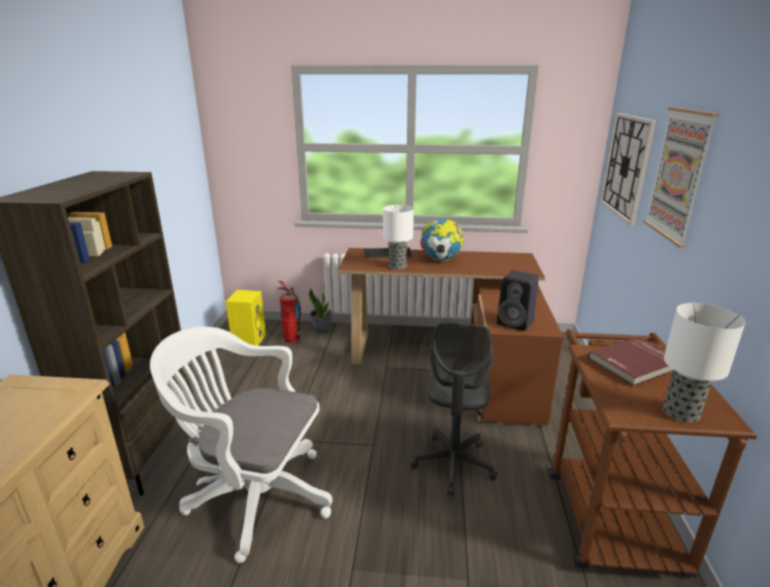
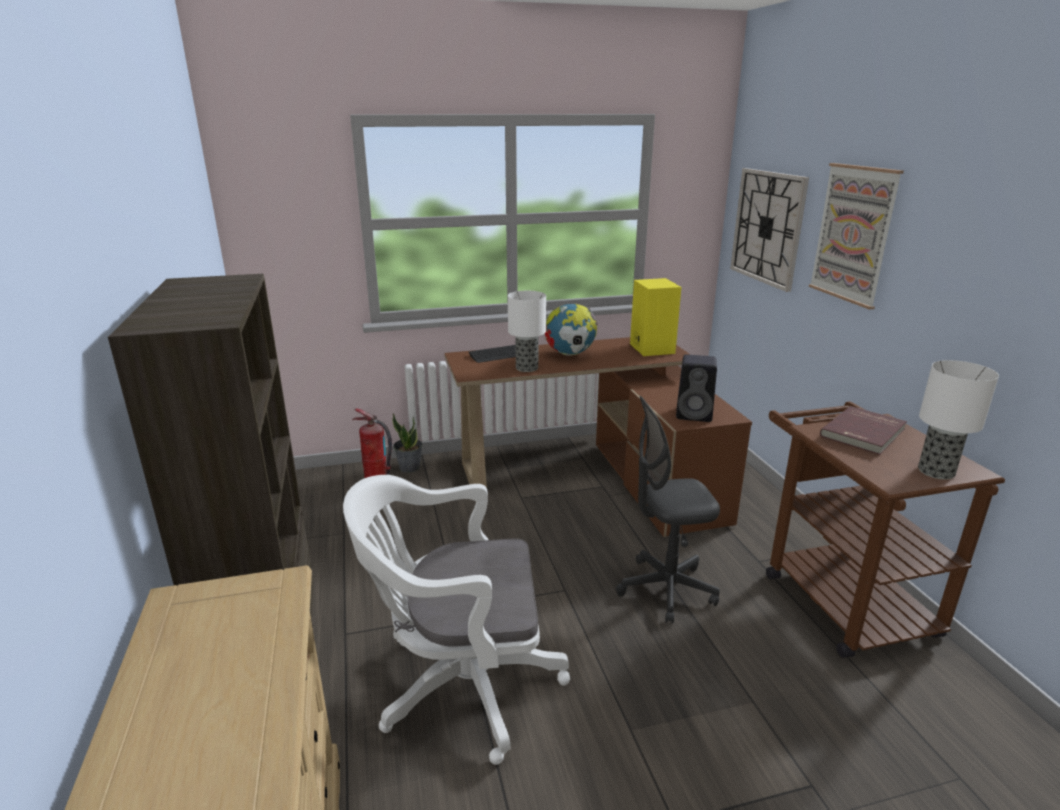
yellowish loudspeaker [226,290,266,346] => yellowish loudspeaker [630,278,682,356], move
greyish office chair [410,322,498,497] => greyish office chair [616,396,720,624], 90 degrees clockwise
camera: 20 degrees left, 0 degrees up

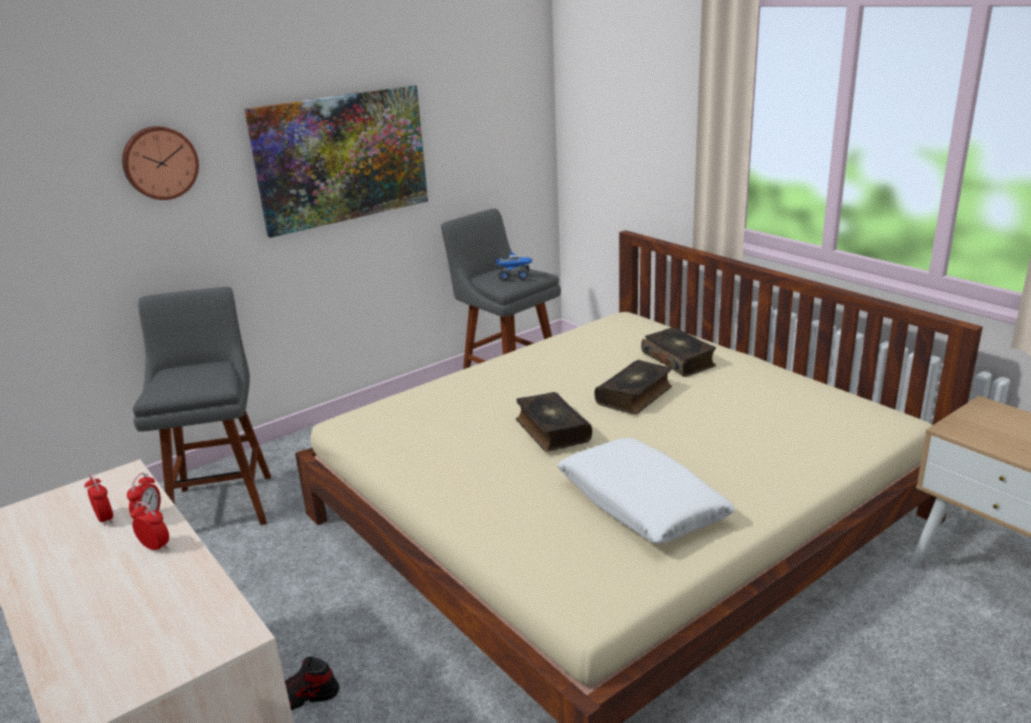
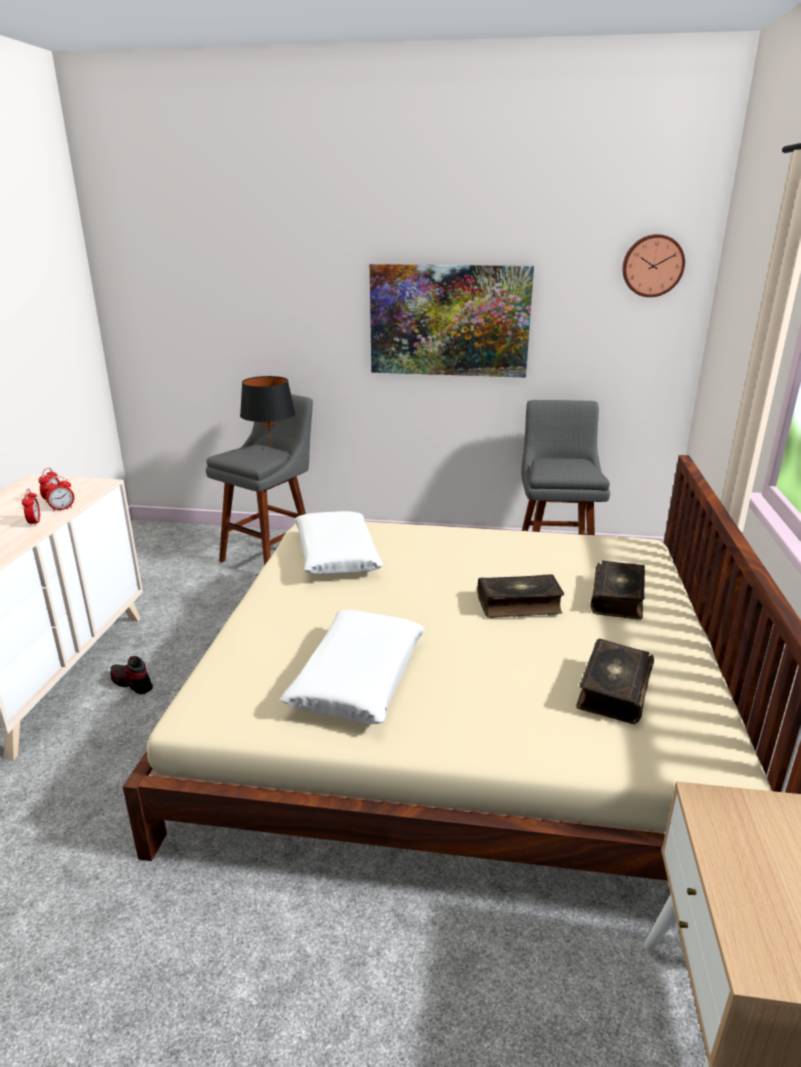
wall clock [122,126,199,200] => wall clock [622,234,685,297], move
model truck [495,251,533,281] => nothing
volume [516,392,592,452] => volume [576,639,654,724], move
nothing => black-coloured tabletop lamp [240,376,295,449]
nothing => white cushion [294,511,383,575]
camera: 45 degrees right, 0 degrees up

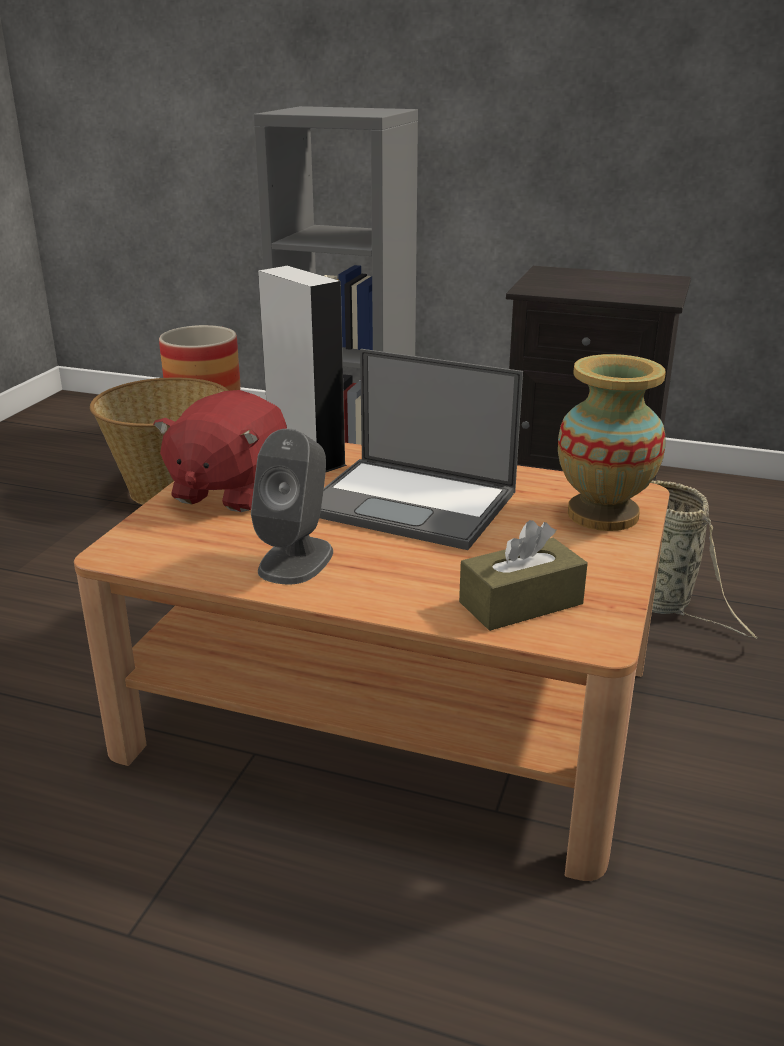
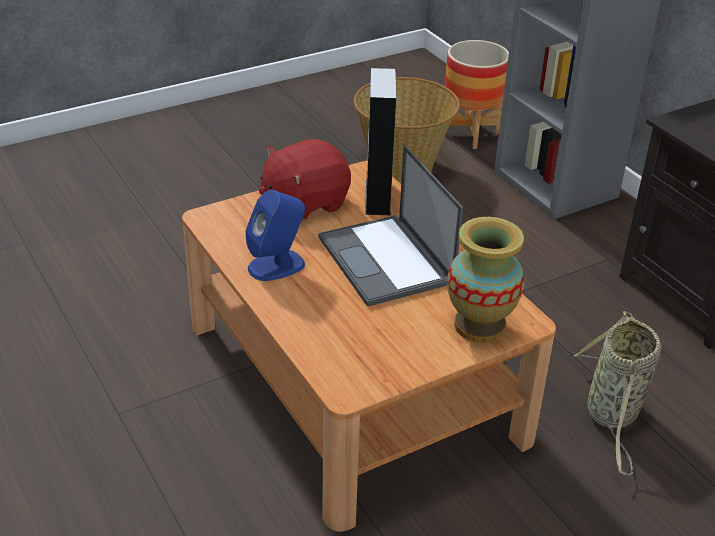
greyish loudspeaker [251,429,333,585] => blue loudspeaker [245,190,305,281]
brown-coloured tissue holder [459,520,588,631] => nothing
camera: 40 degrees right, 10 degrees up

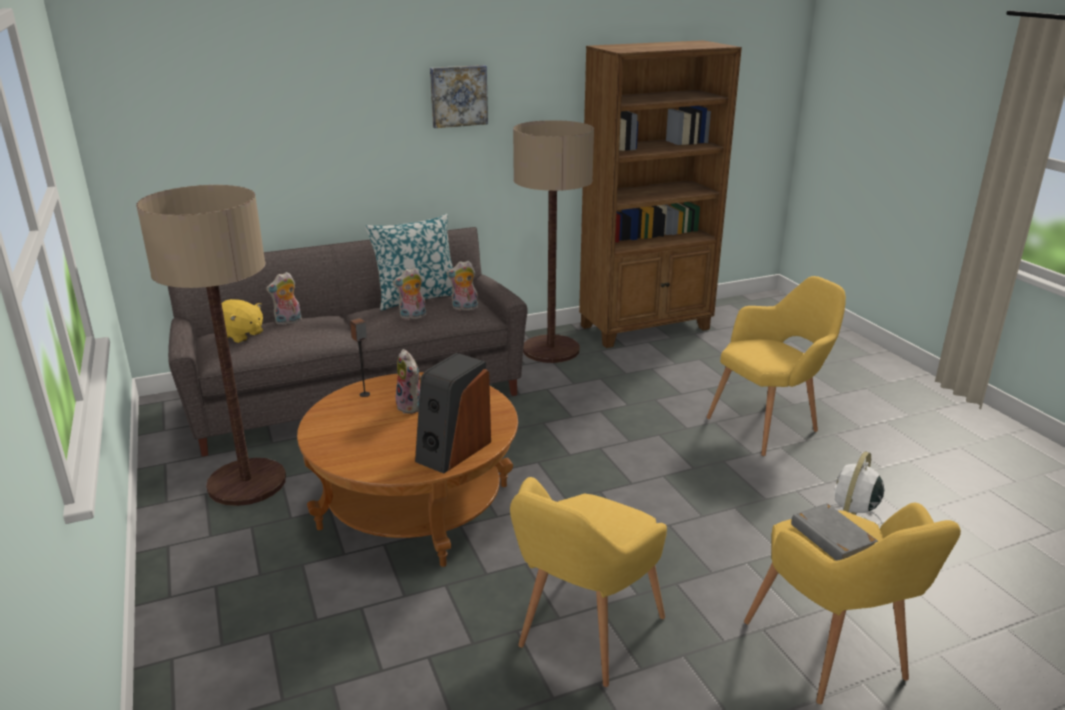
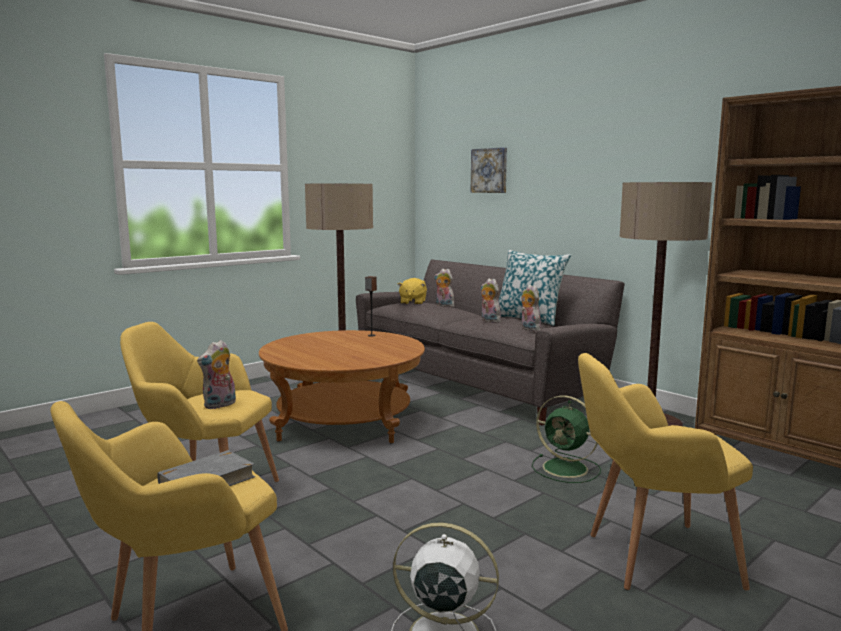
soft toy [396,349,422,414] => soft toy [197,340,236,409], move
loudspeaker [415,353,491,473] => nothing
picture [430,65,488,128] => picture [471,147,507,193], move
yellowish lounge chair [707,276,846,456] => yellowish lounge chair [578,353,753,591], 135 degrees clockwise
nothing => green-coloured cooling fan [532,396,601,483]
camera: 70 degrees right, 15 degrees down

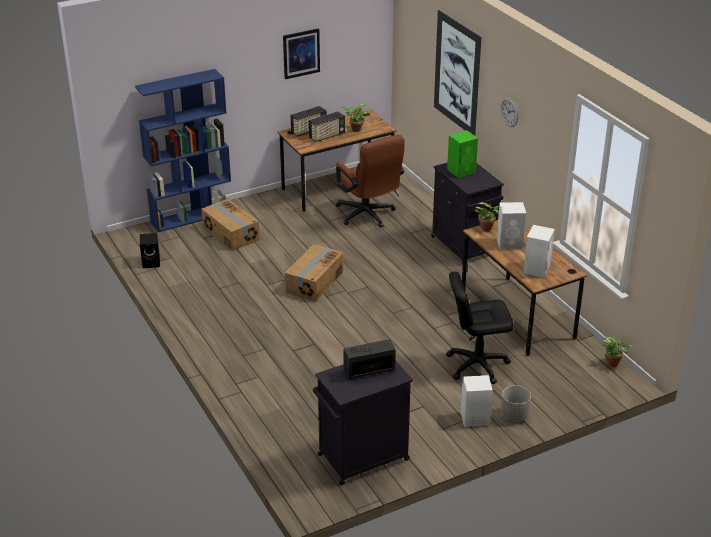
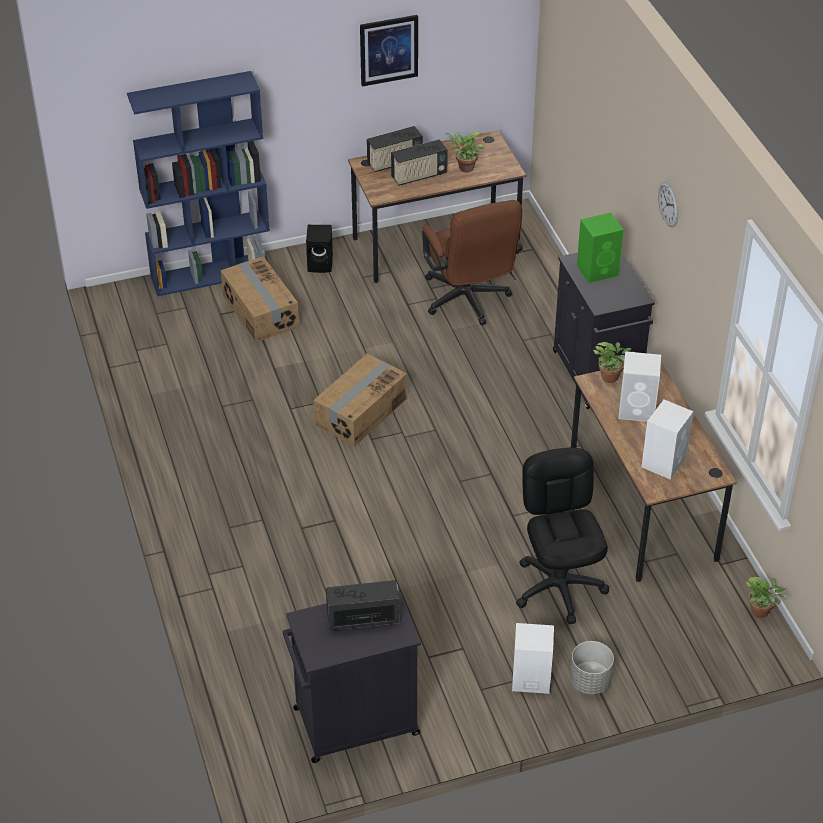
black-coloured loudspeaker [140,233,160,268] => black-coloured loudspeaker [306,225,333,273], move
picture [434,10,482,136] => nothing
black-coloured office chair [446,272,514,384] => black-coloured office chair [516,448,609,624], 75 degrees clockwise
camera: 10 degrees right, 10 degrees up

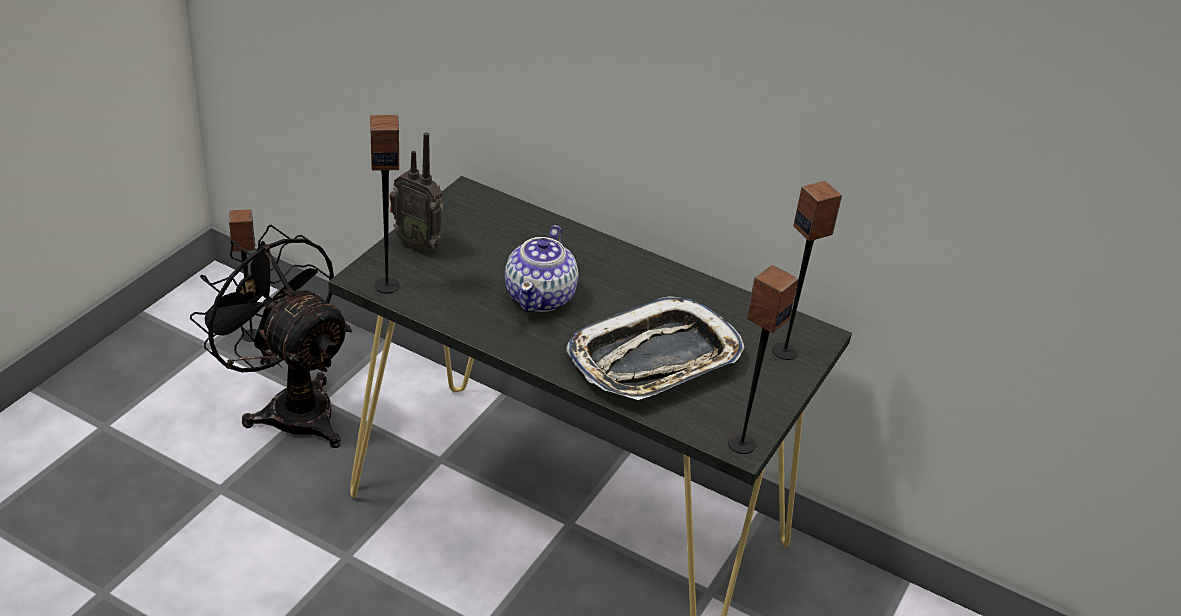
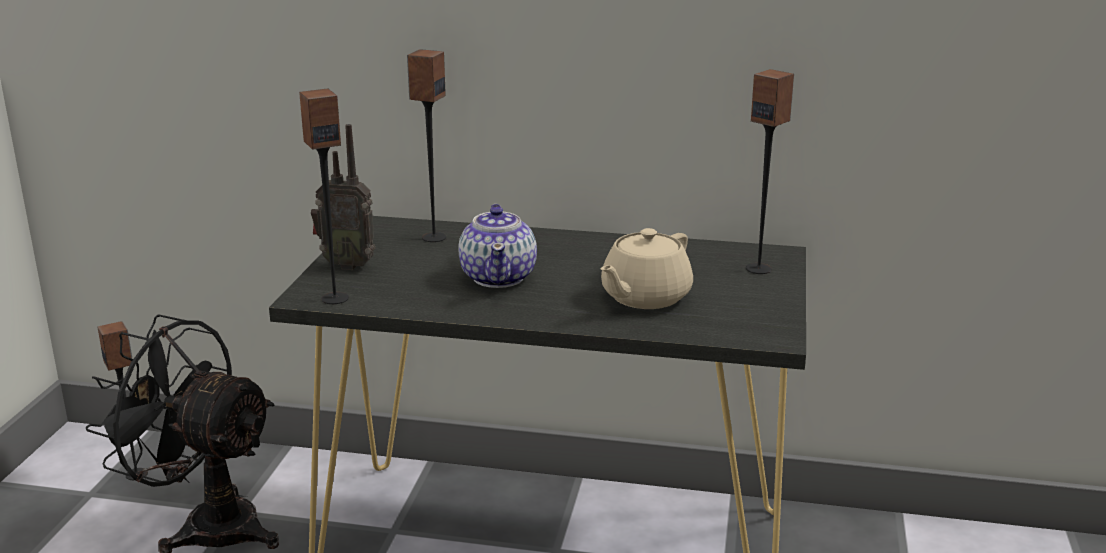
tray [566,296,744,400] => sand-coloured teapot [601,228,693,309]
loudspeaker [728,265,798,454] => loudspeaker [407,49,446,242], move
camera: 15 degrees left, 15 degrees down

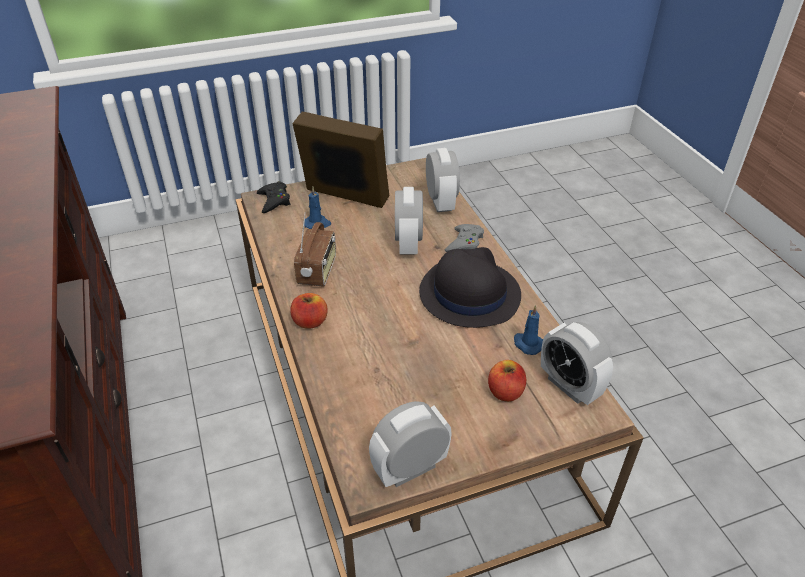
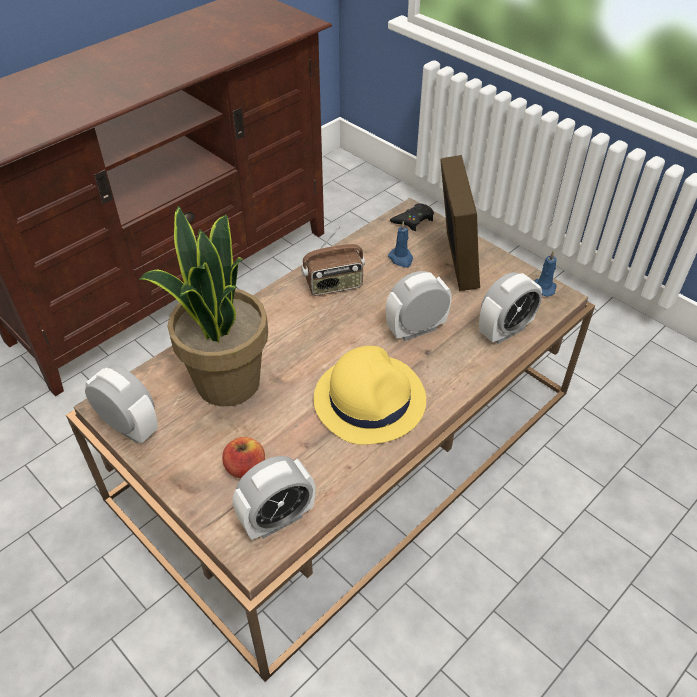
apple fruit [290,293,328,329] => nothing
black-coloured clothing hat [419,247,521,328] => yellowish clothing hat [314,346,426,445]
greyish joypad [445,224,484,252] => nothing
blue wax candle [514,305,543,355] => blue wax candle [534,250,557,297], move
bedside clock [541,322,613,405] => bedside clock [233,456,315,540], 150 degrees counterclockwise
nothing => houseplant [139,206,268,406]
camera: 65 degrees right, 5 degrees up

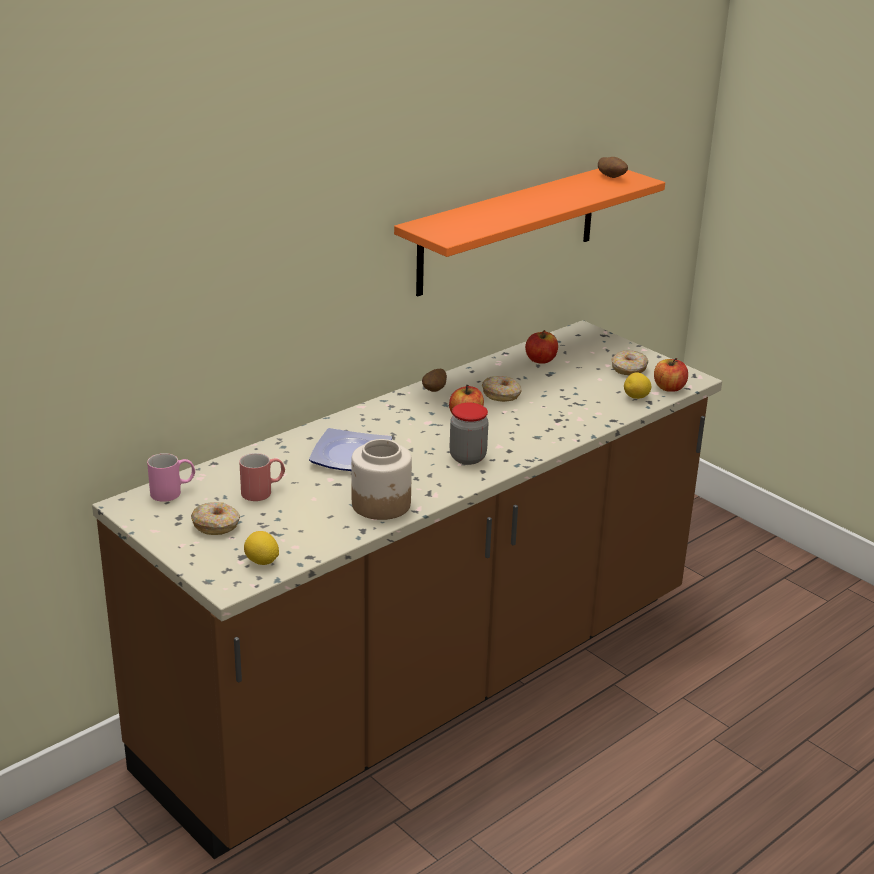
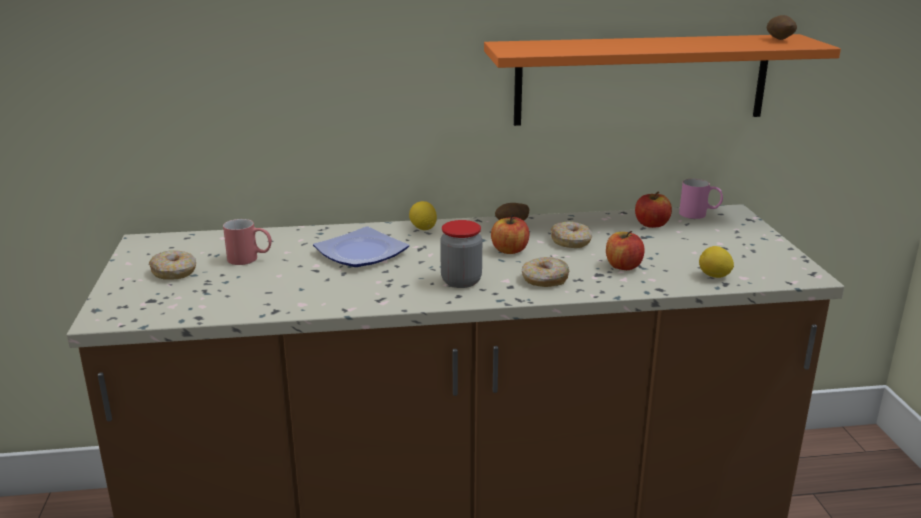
pinkish mug [147,453,195,502] => pinkish mug [679,179,723,219], move
whole lemon [244,531,279,565] => whole lemon [409,201,437,230], move
storage jar [351,439,412,520] => nothing
donut [611,350,648,375] => donut [522,257,569,287], move
apple fruit [654,358,688,392] => apple fruit [606,231,645,270], move
camera: 35 degrees right, 5 degrees down

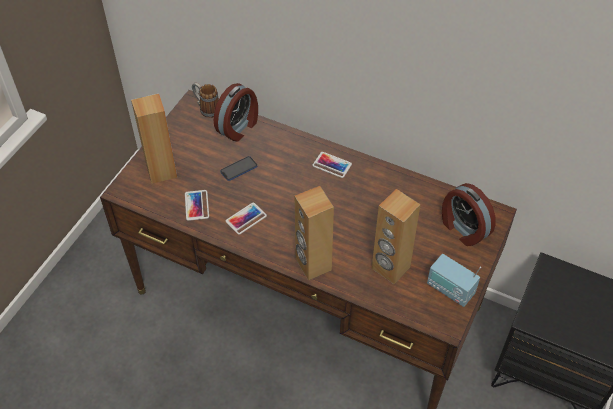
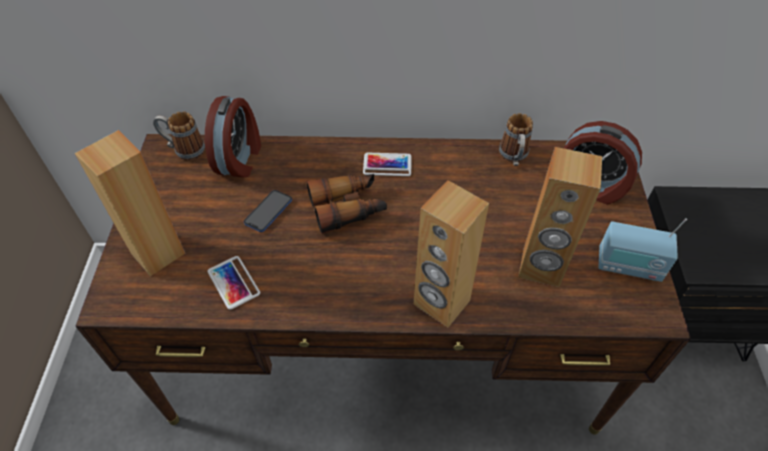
phone [226,203,267,235] => nothing
nothing => field glasses [306,174,387,234]
nothing => mug [499,113,533,166]
camera: 25 degrees left, 0 degrees up

